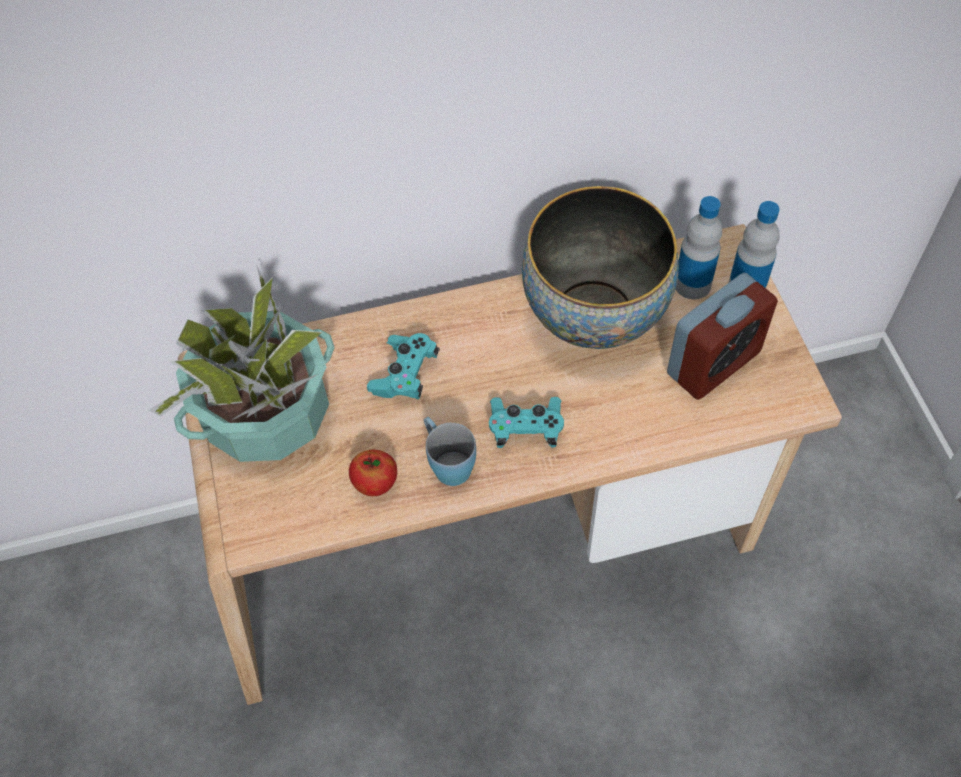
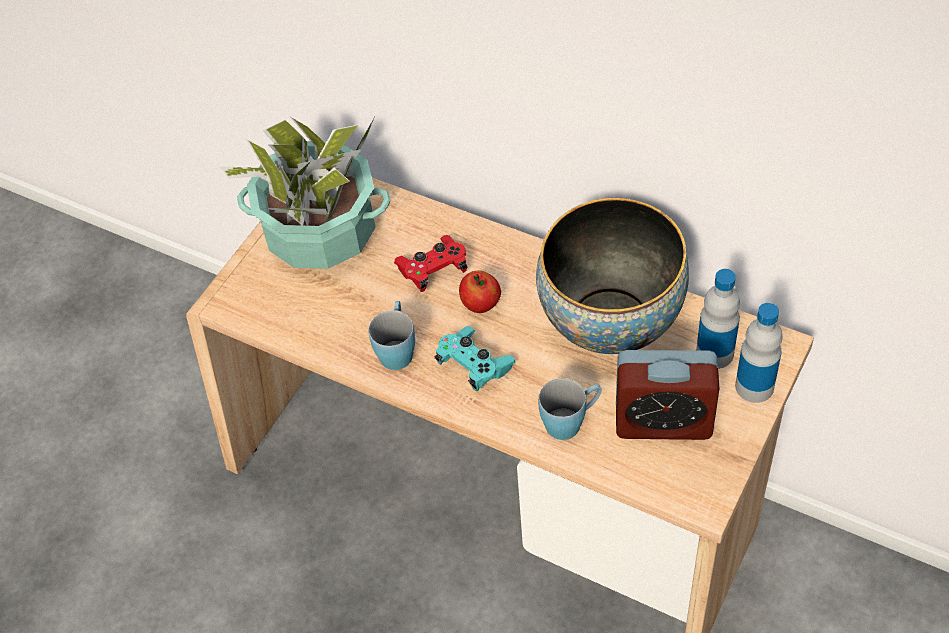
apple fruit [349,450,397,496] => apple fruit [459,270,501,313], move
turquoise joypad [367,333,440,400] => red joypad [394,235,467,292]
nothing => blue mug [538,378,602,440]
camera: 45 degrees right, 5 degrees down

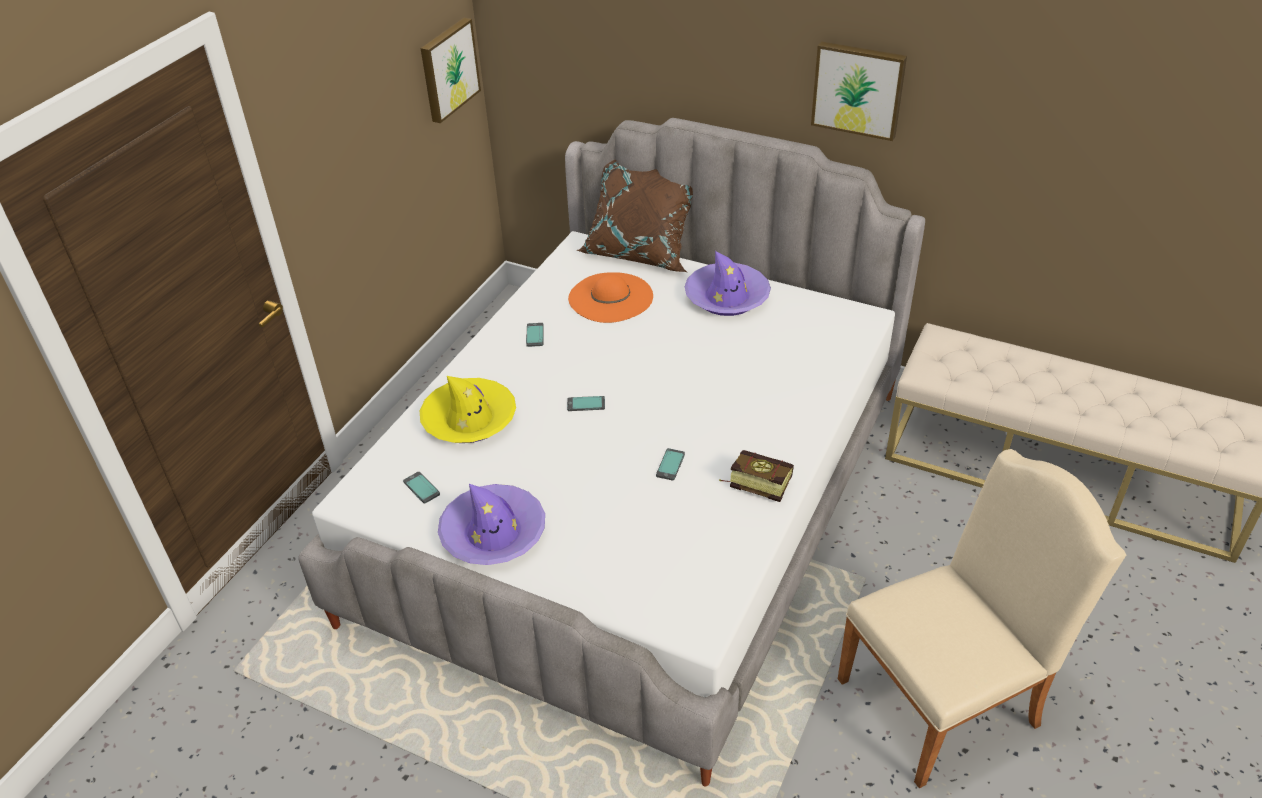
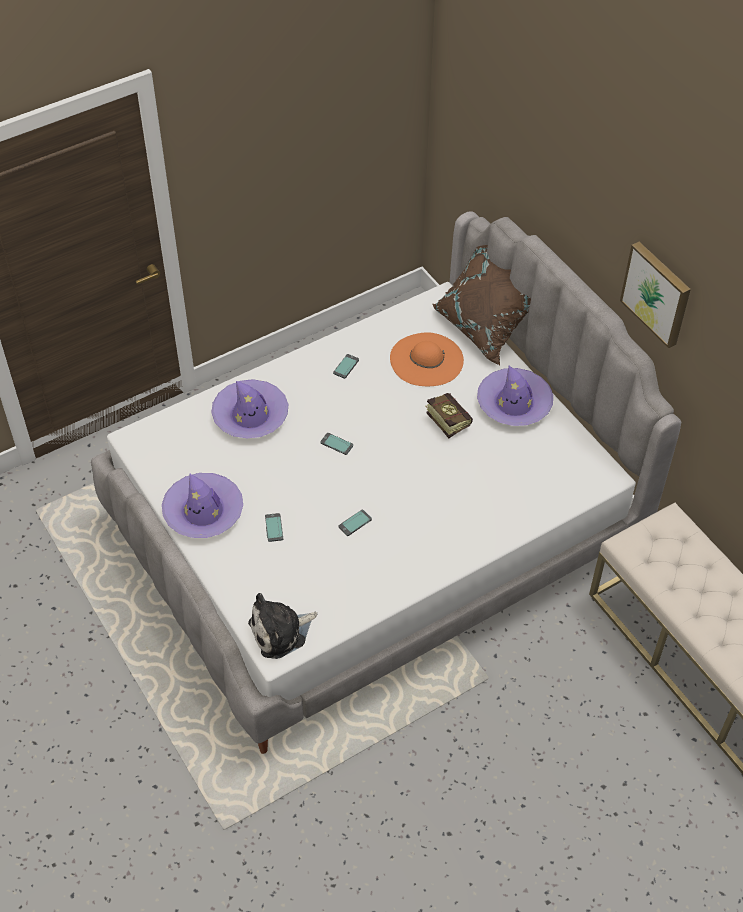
phone [403,472,440,504] => phone [265,513,283,542], move
yellowish clothing hat [420,376,516,443] => purple clothing hat [211,379,288,438]
picture [421,18,481,123] => nothing
volume [719,450,794,502] => volume [425,393,473,438], move
sand-coloured plain chair [838,449,1126,788] => nothing
nothing => soft toy [248,593,317,659]
camera: 30 degrees right, 10 degrees up

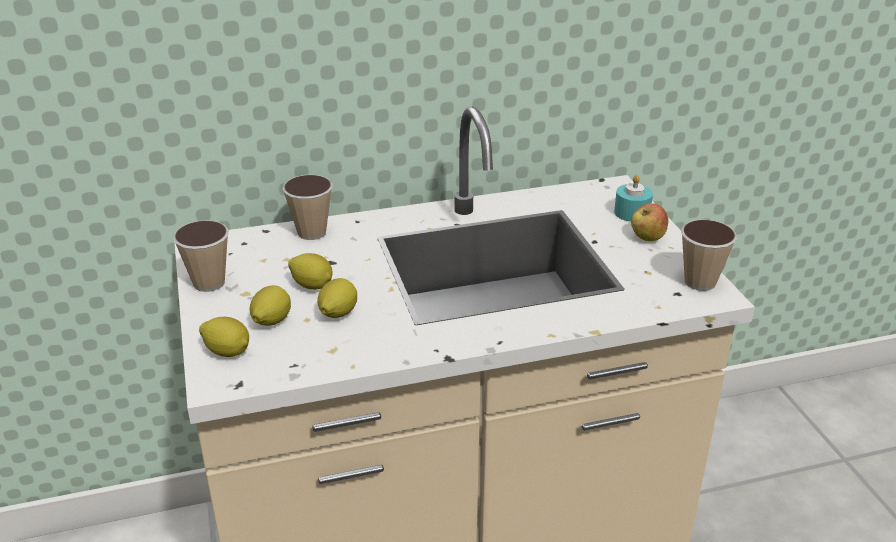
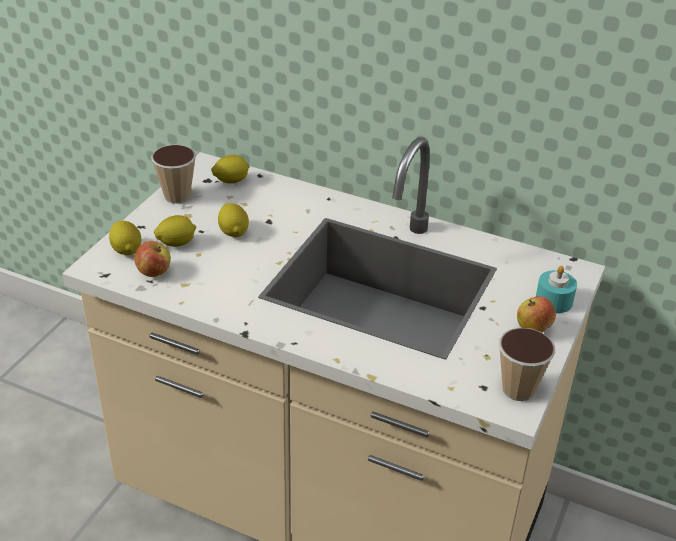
drinking cup [282,175,333,240] => nothing
whole lemon [317,278,357,318] => whole lemon [211,155,250,184], move
nothing => apple fruit [134,241,171,277]
camera: 40 degrees right, 5 degrees up

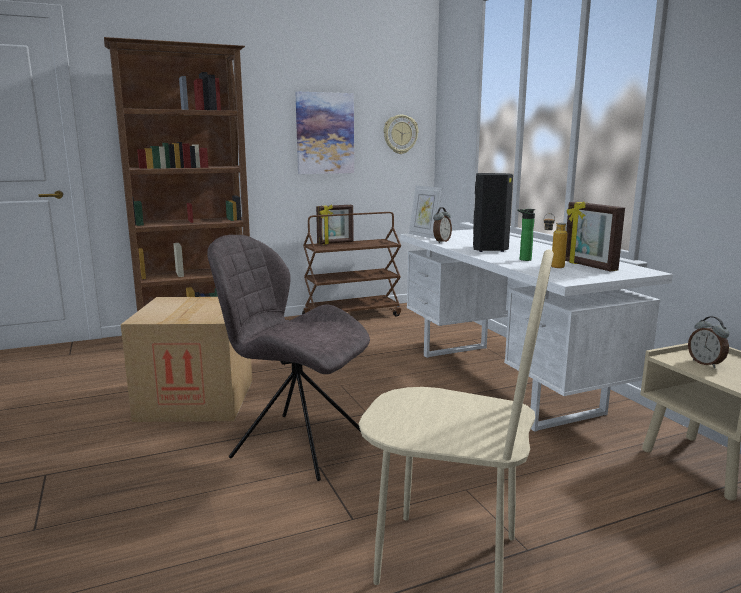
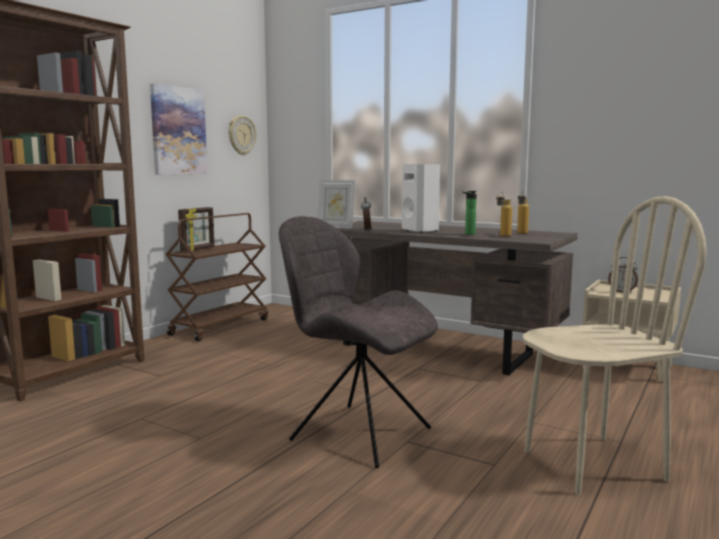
packing box [121,297,252,422] => nothing
greyish plain chair [207,235,370,481] => greyish plain chair [279,216,438,468], 45 degrees clockwise
white desk [400,229,673,432] => brown-coloured desk [337,221,578,375]
black-coloured loudspeaker [473,173,513,252] => white loudspeaker [402,164,440,233]
picture frame [565,202,625,271] => bottle [517,191,529,234]
camera: 35 degrees left, 5 degrees down

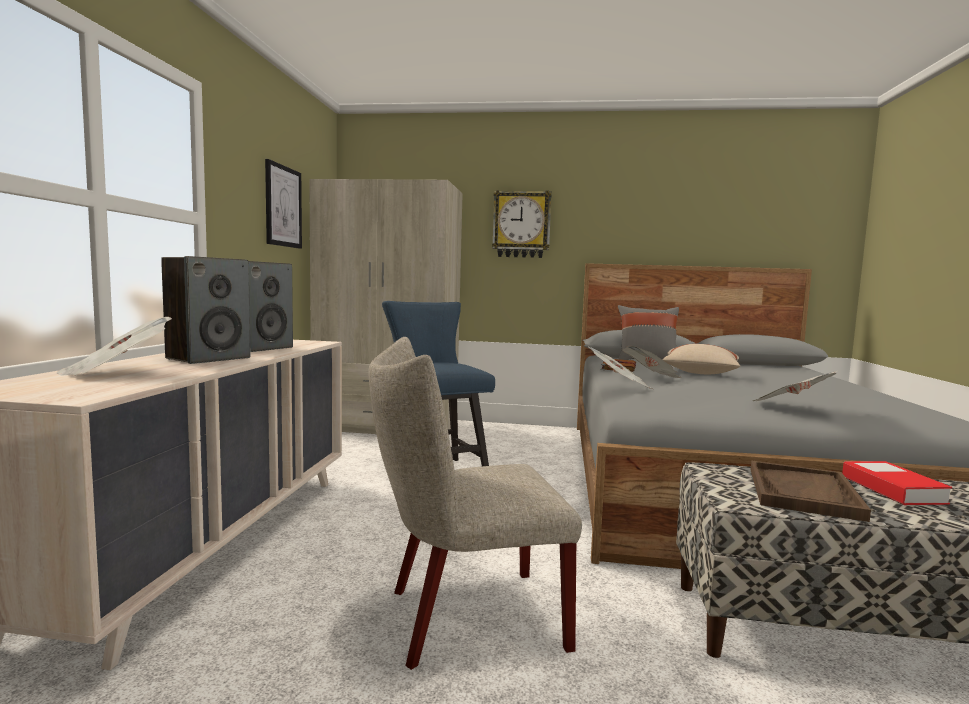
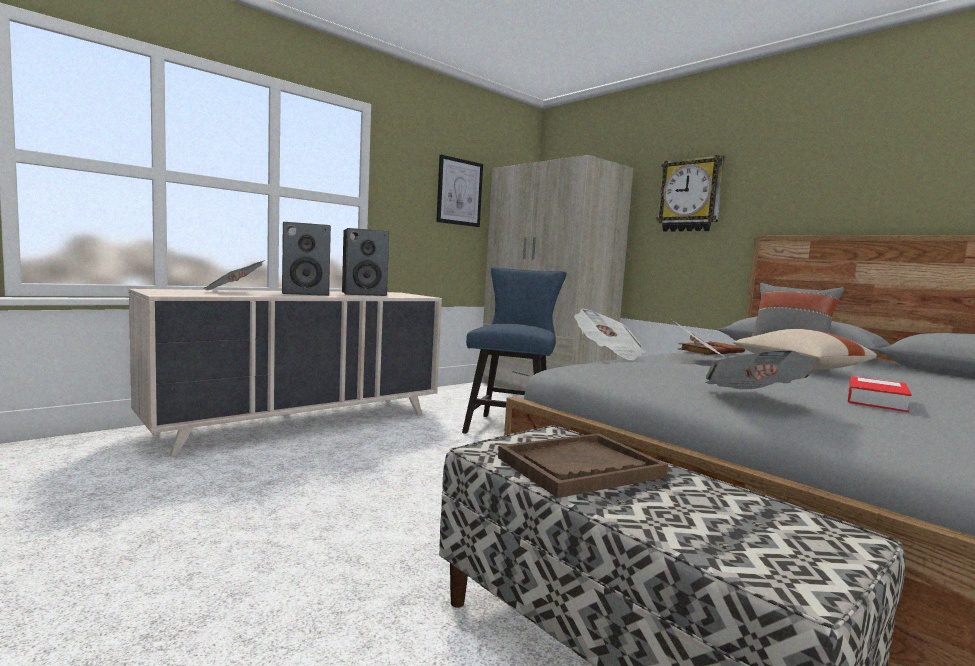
sand-coloured plain chair [368,337,582,670] => nothing
volume [842,461,952,505] => volume [848,376,912,412], move
camera: 40 degrees right, 0 degrees up

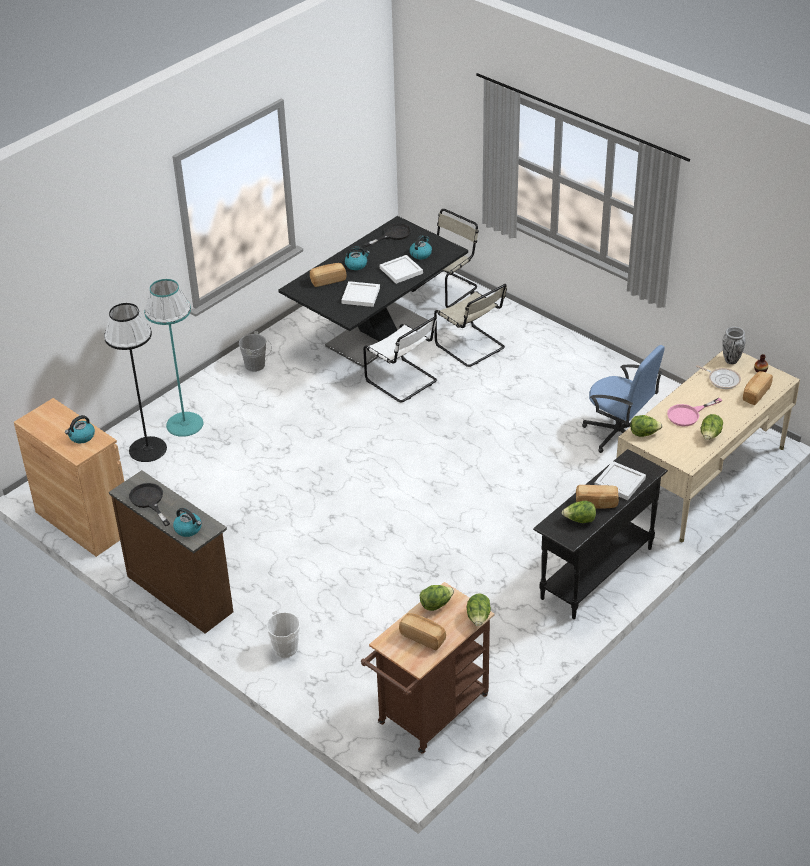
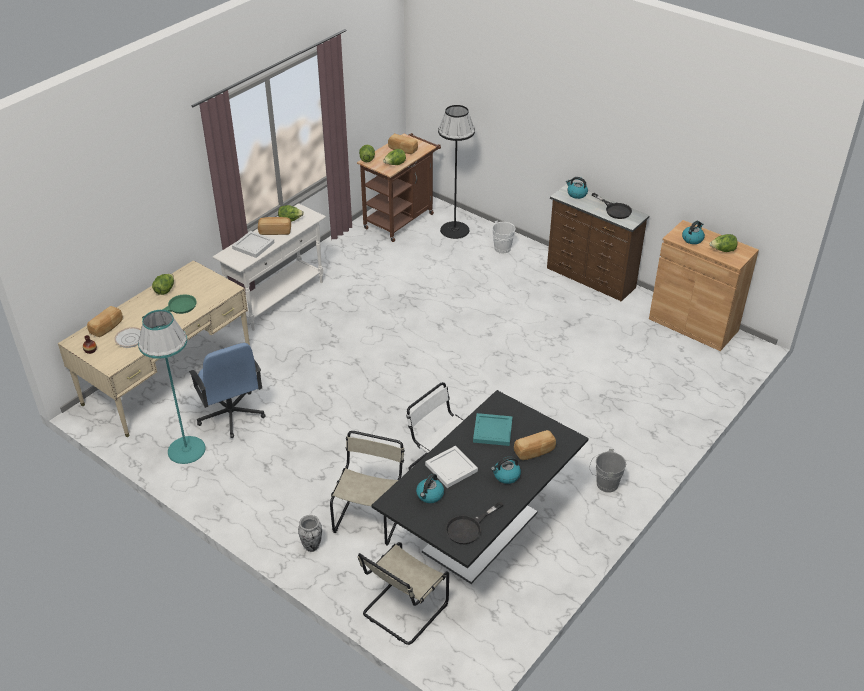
black-coloured floor lamp [104,303,167,462] => black-coloured floor lamp [438,105,475,239], move
turquoise floor lamp [144,279,203,437] => turquoise floor lamp [138,310,206,464], move
white tray [341,281,380,307] => turquoise tray [473,413,513,446]
sand-coloured plain chair [434,284,507,367] => sand-coloured plain chair [330,431,405,545], 60 degrees clockwise
black-coloured console table [533,449,668,619] => white console table [213,203,326,331]
blue office chair [582,345,665,453] => blue office chair [189,343,265,438], 150 degrees counterclockwise
head of lettuce [631,415,663,437] => head of lettuce [710,234,738,252], move
pinkish frying pan [667,398,722,426] => green-coloured frying pan [142,294,197,318]
flower vase [723,327,746,364] => flower vase [298,515,322,552], move
camera: 175 degrees right, 0 degrees up

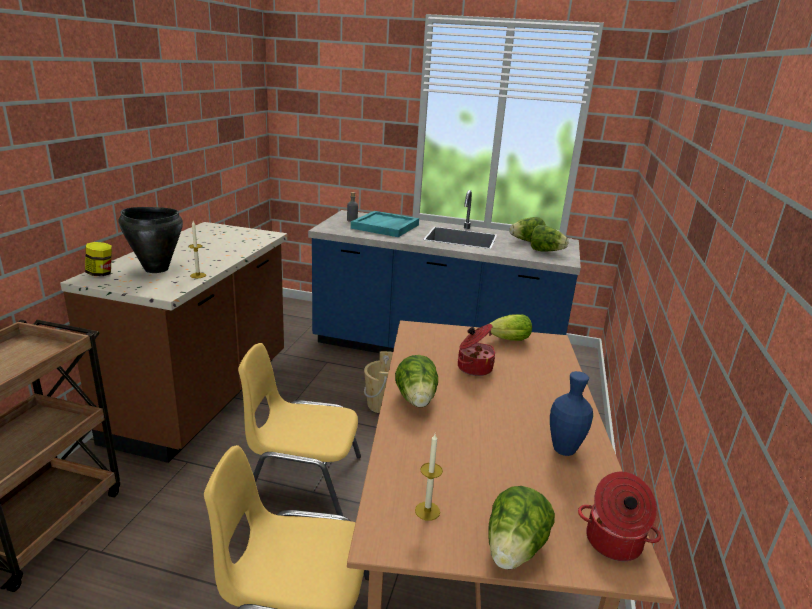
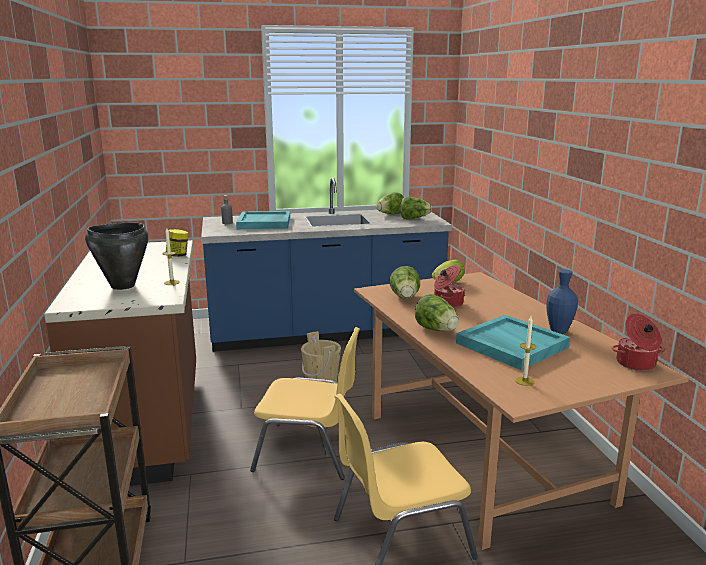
storage jar [85,242,112,276] => storage jar [166,229,188,257], move
yellowish plain chair [238,343,361,516] => yellowish plain chair [250,327,360,480], 150 degrees counterclockwise
head of lettuce [488,486,555,570] => head of lettuce [390,266,420,299], move
nothing => turquoise tray [456,315,570,370]
camera: 25 degrees left, 5 degrees down

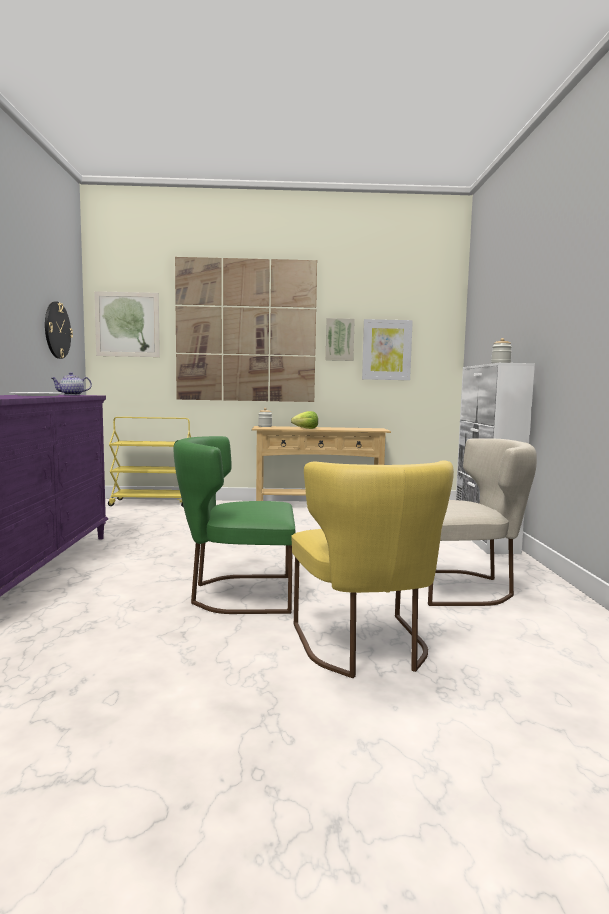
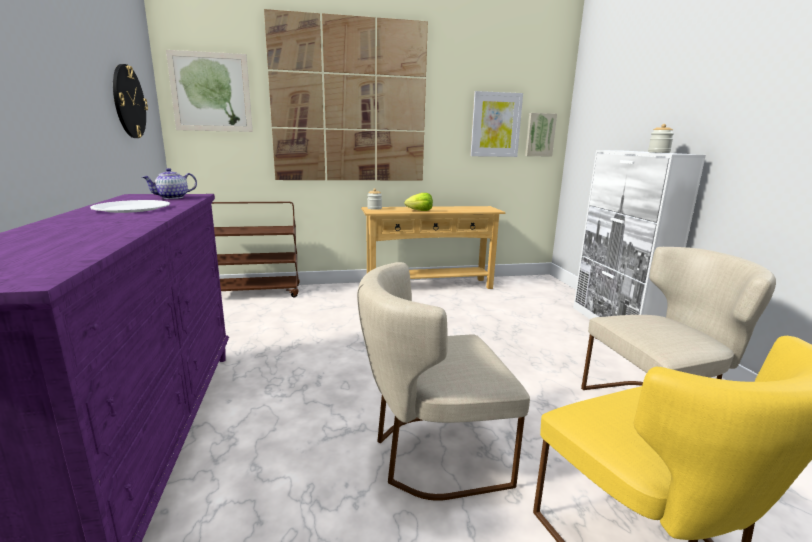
yellowish trolley [108,417,191,507] => brown-coloured trolley [212,202,300,297]
green-coloured plain chair [174,436,296,614] => sand-coloured plain chair [357,262,530,501]
picture [326,318,355,361] => picture [525,113,557,157], move
camera: 10 degrees left, 10 degrees up

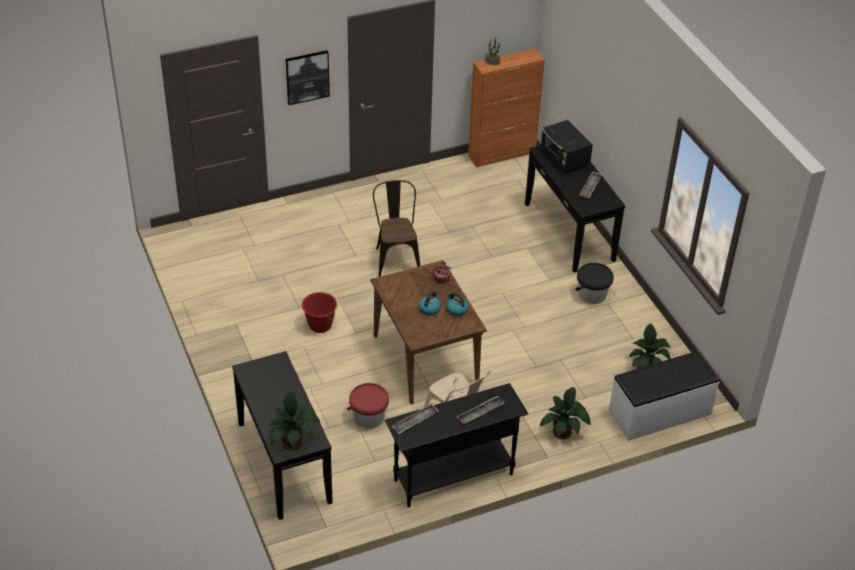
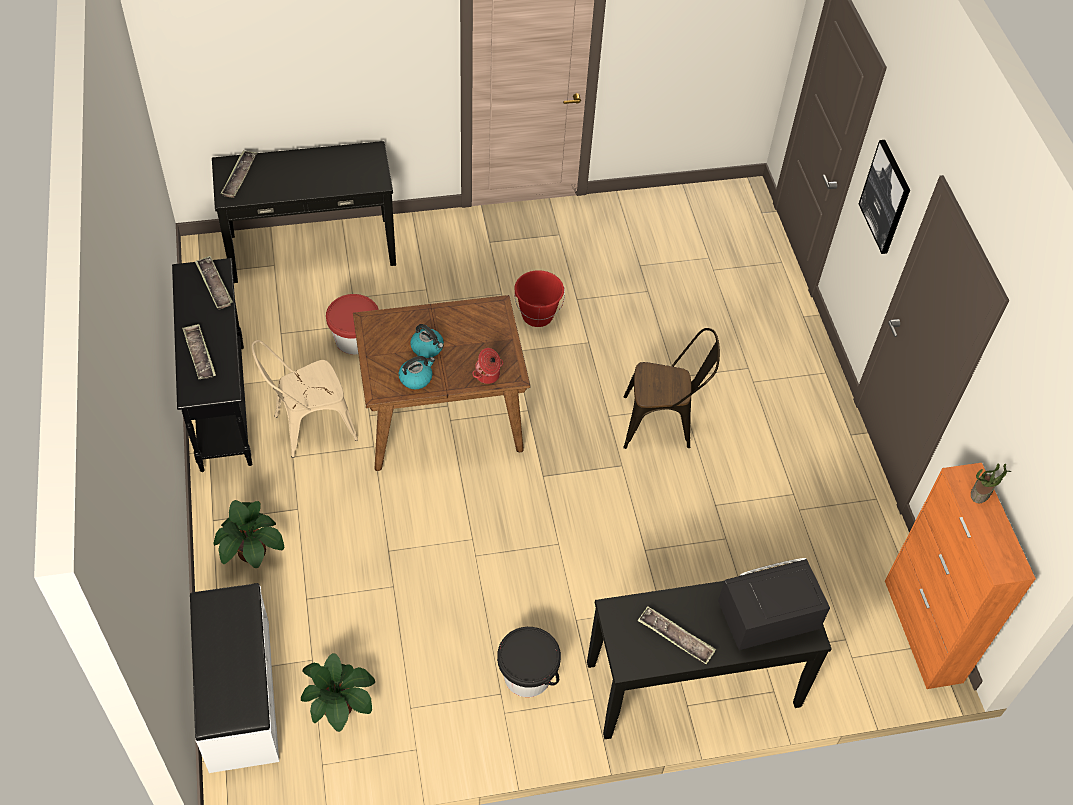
houseplant [269,391,320,450] => tray [220,151,257,198]
camera: 100 degrees right, 10 degrees up

